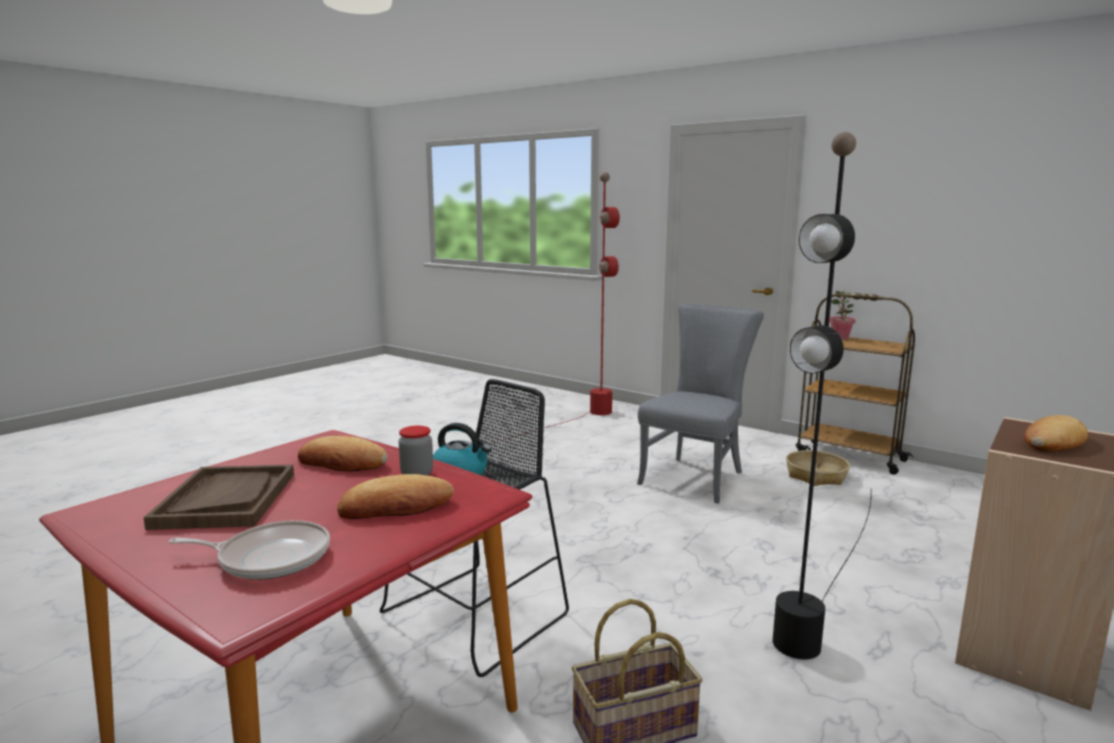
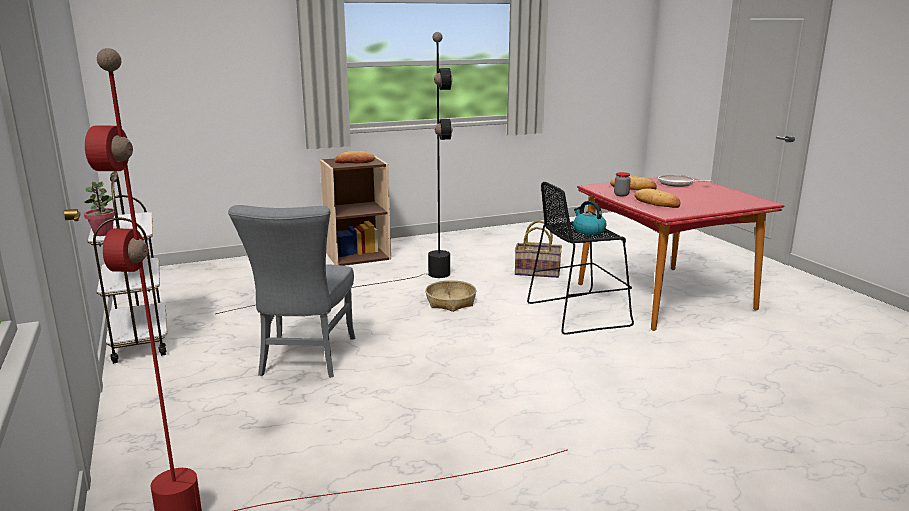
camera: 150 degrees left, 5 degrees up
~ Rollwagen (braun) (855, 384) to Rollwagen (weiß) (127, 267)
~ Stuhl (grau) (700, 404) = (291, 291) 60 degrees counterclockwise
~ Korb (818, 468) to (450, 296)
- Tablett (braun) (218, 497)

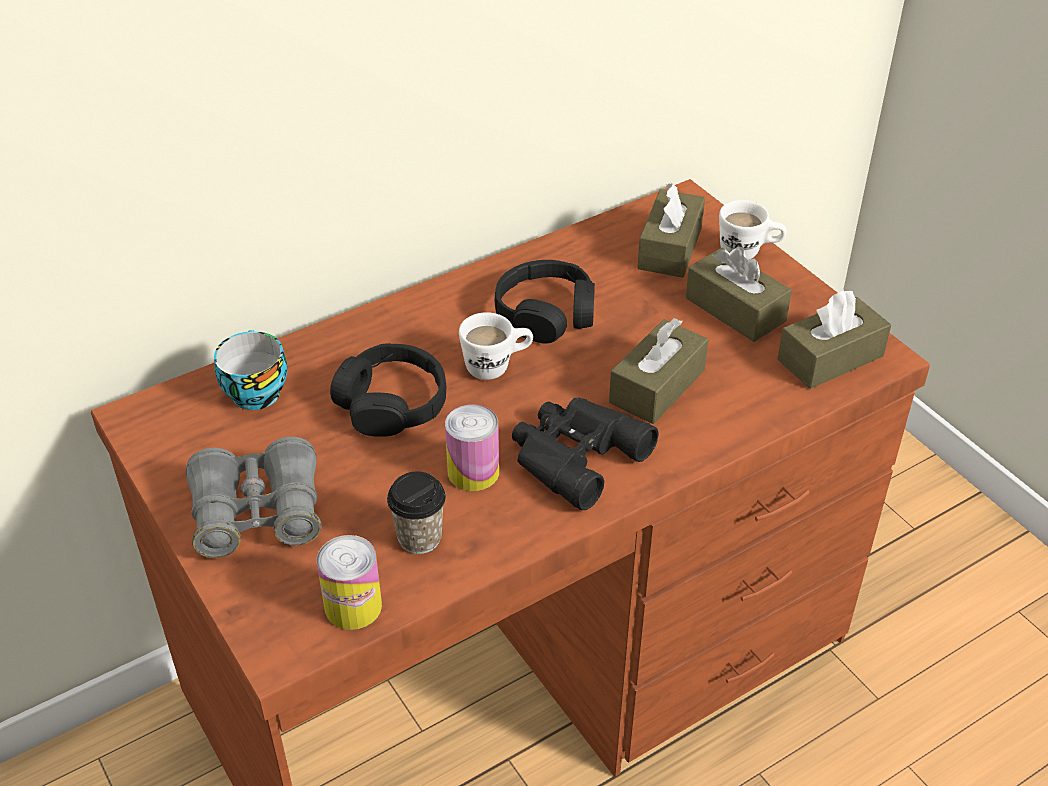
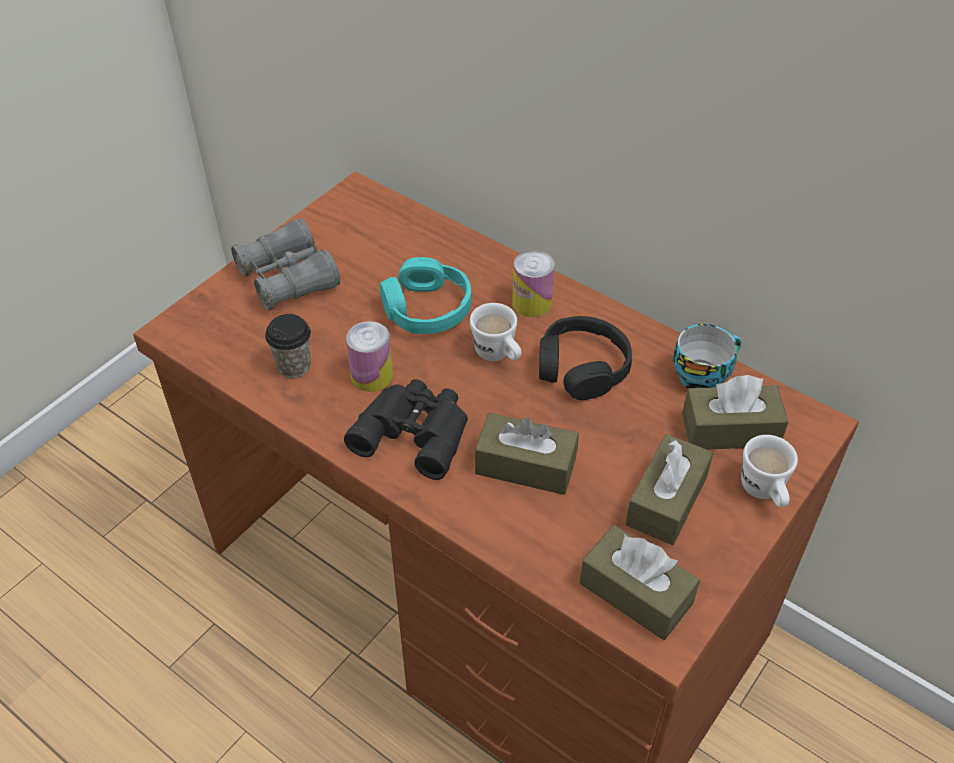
camera: 70 degrees right, 5 degrees up
~ Kopfhörer (schwarz) (388, 390) to Kopfhörer (türkis) (425, 295)
~ Dose (349, 582) to (533, 283)
~ Tasse (250, 370) to (707, 356)

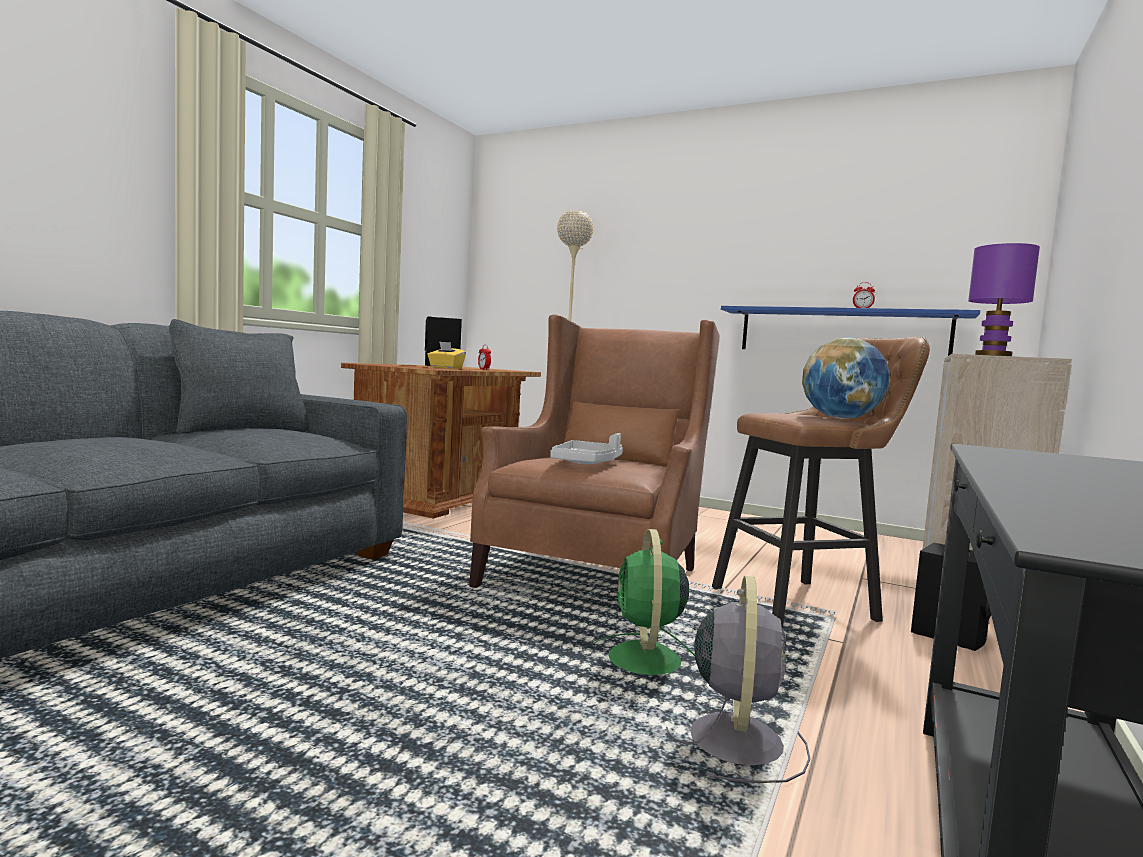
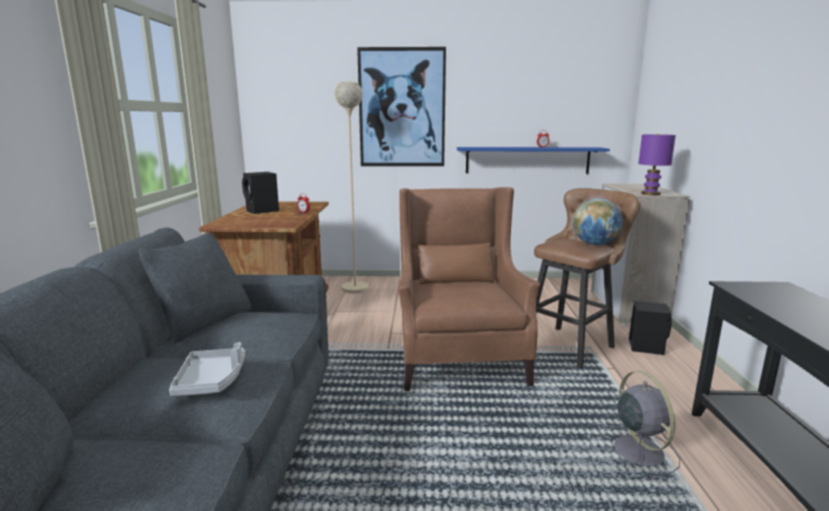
camera: 25 degrees left, 10 degrees up
~ Tablett (grau) (586, 448) to (207, 369)
+ Bild (401, 106)
- Taschentuchbox (gelb) (446, 355)
- Ventilator (grün) (645, 602)

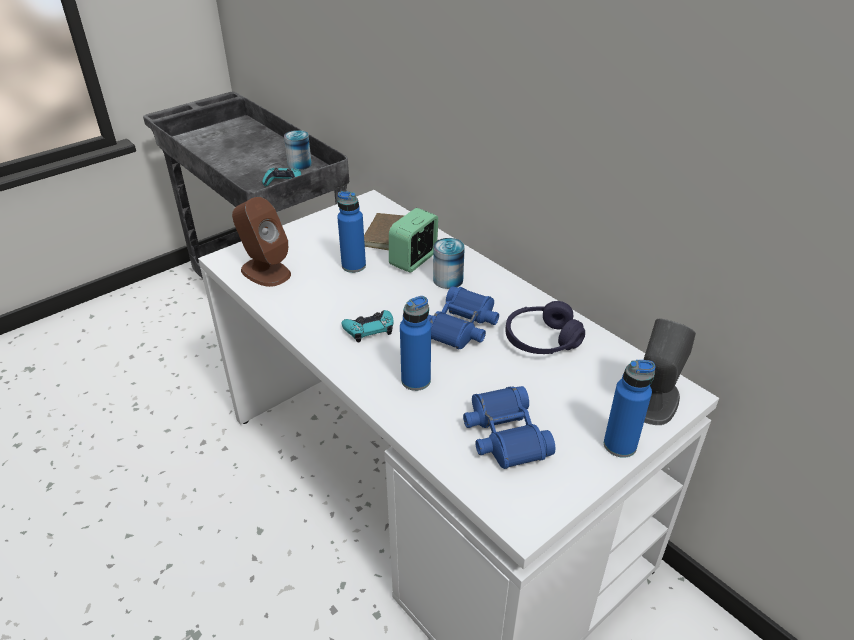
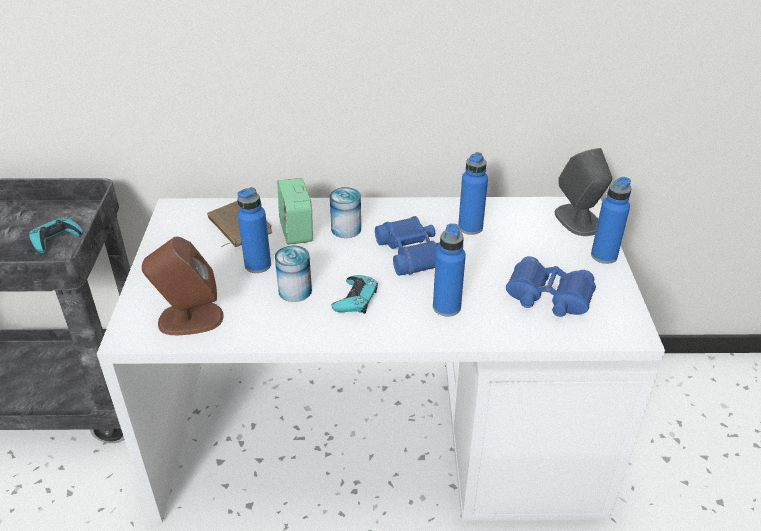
camera: 50 degrees left, 0 degrees up
~ Dose (298, 150) to (293, 273)
~ Kopfhörer (lila) (545, 327) to Flasche (blau) (473, 193)

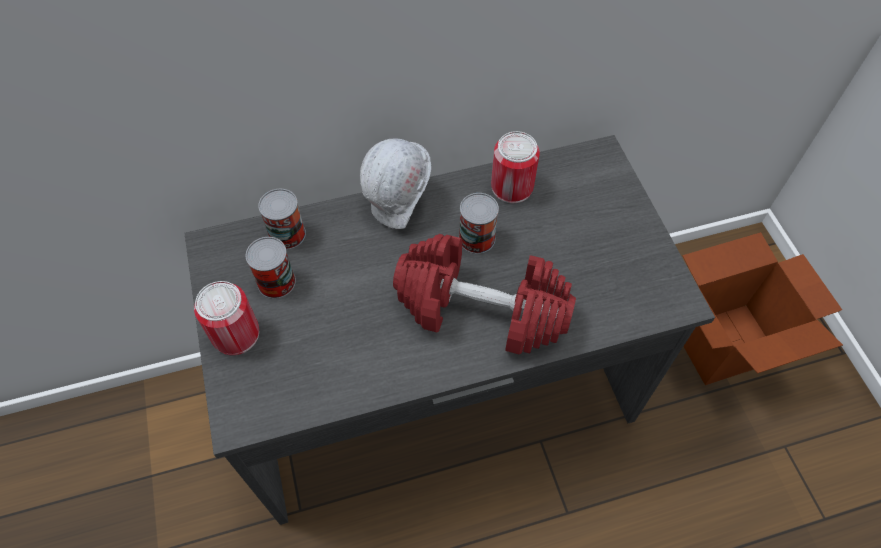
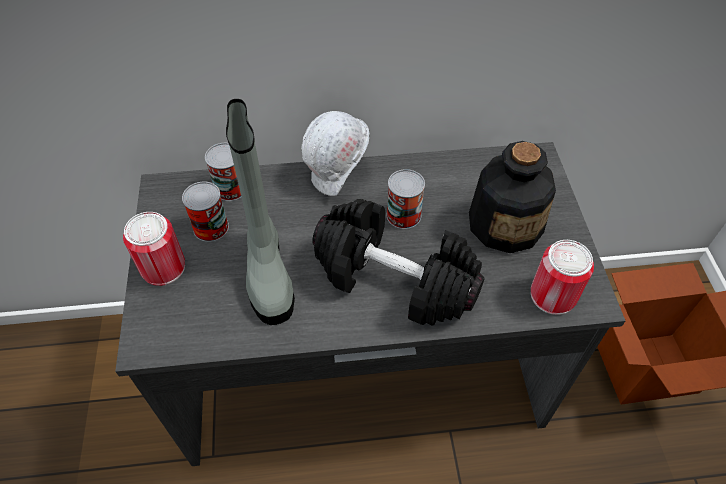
camera: 10 degrees right, 5 degrees down
+ Stiefel (grau) (260, 212)
~ Hantel (rot) (484, 294) to Hantel (schwarz) (399, 262)
+ Flasche (512, 197)
~ Dose (515, 167) to (562, 277)

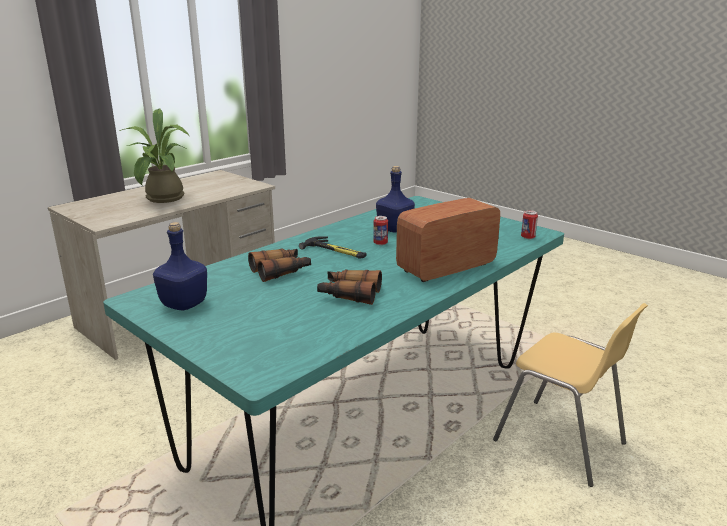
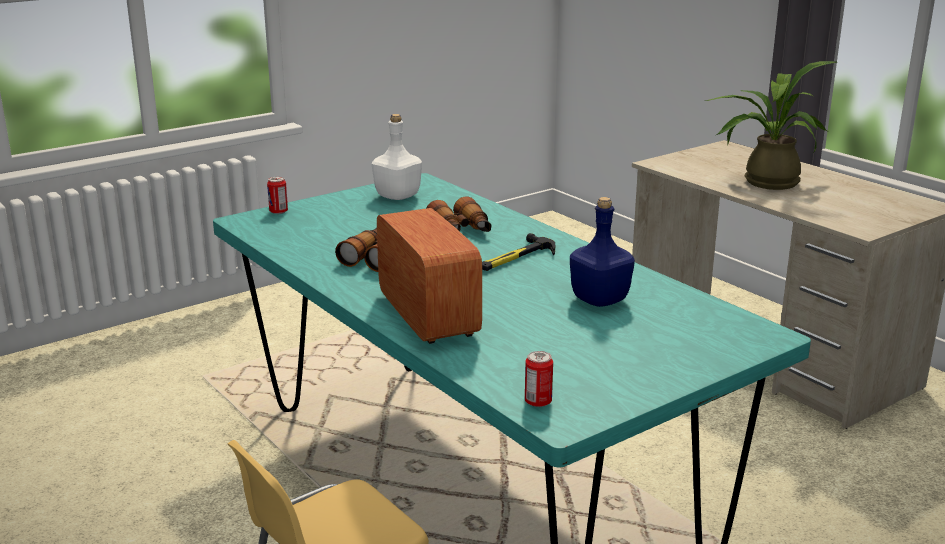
camera: 100 degrees right, 0 degrees up
~ Dose (380, 230) to (277, 195)
~ Flasche (blau) (180, 266) to Flasche (weiß) (397, 157)

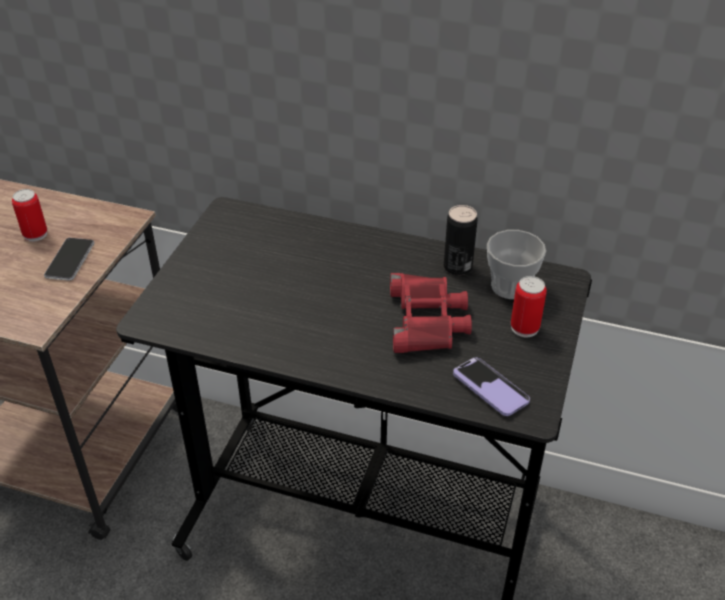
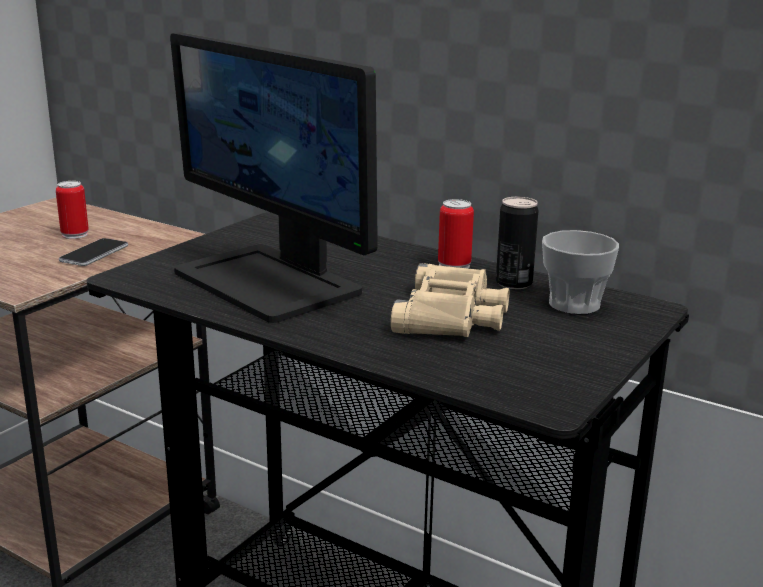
camera: 15 degrees right, 20 degrees down
+ Monitor (274, 177)
~ Fernglas (rot) (431, 313) to Fernglas (beige) (450, 300)
~ Dose (529, 306) to (456, 234)
- Handy (491, 386)

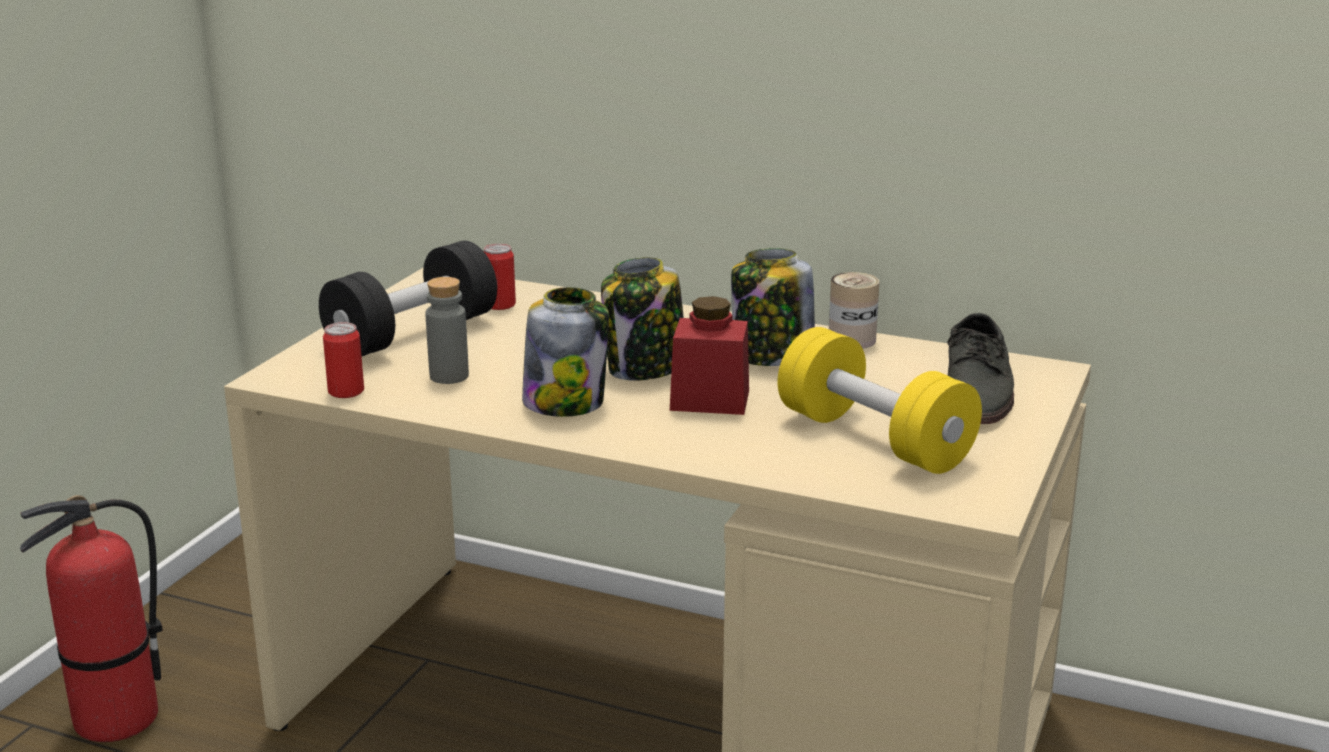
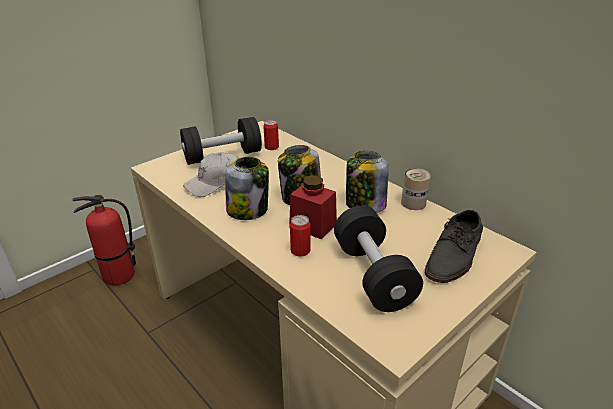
camera: 25 degrees right, 10 degrees up
~ Flasche (grau) (447, 330) to Kappe (weiß) (210, 174)
~ Dose (343, 360) to (300, 236)
~ Hantel (gelb) (880, 400) to Hantel (schwarz) (378, 259)

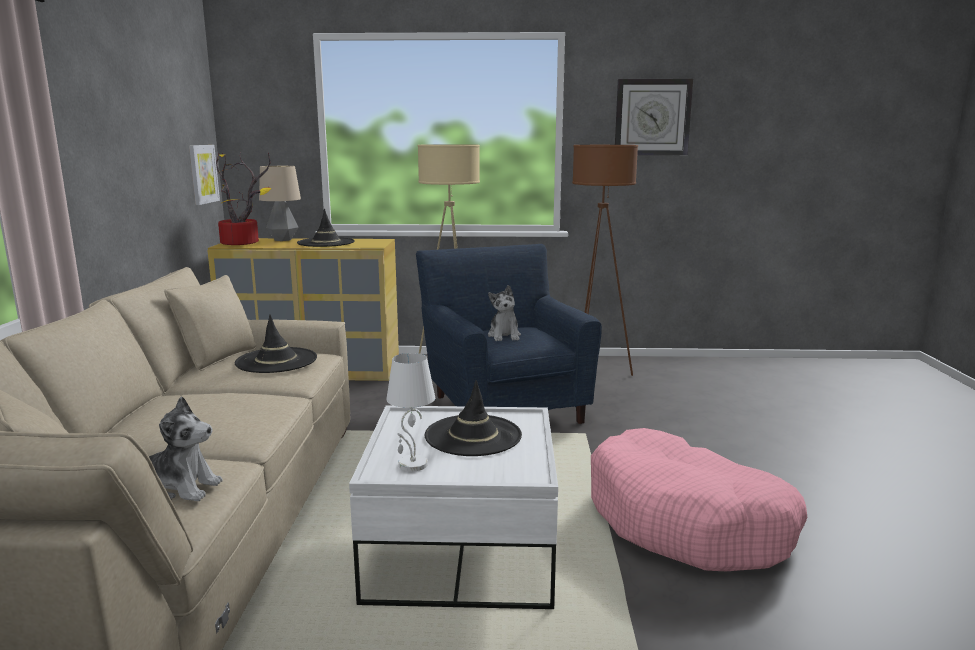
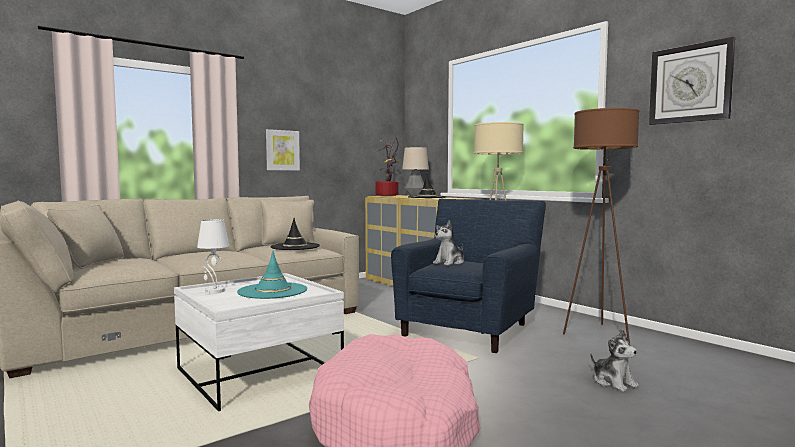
camera: 50 degrees right, 10 degrees down
~ Hut (schwarz) (473, 418) to Hut (türkis) (272, 275)
~ Bild (204, 175) to (283, 150)
~ Plüschtier (186, 448) to (614, 361)

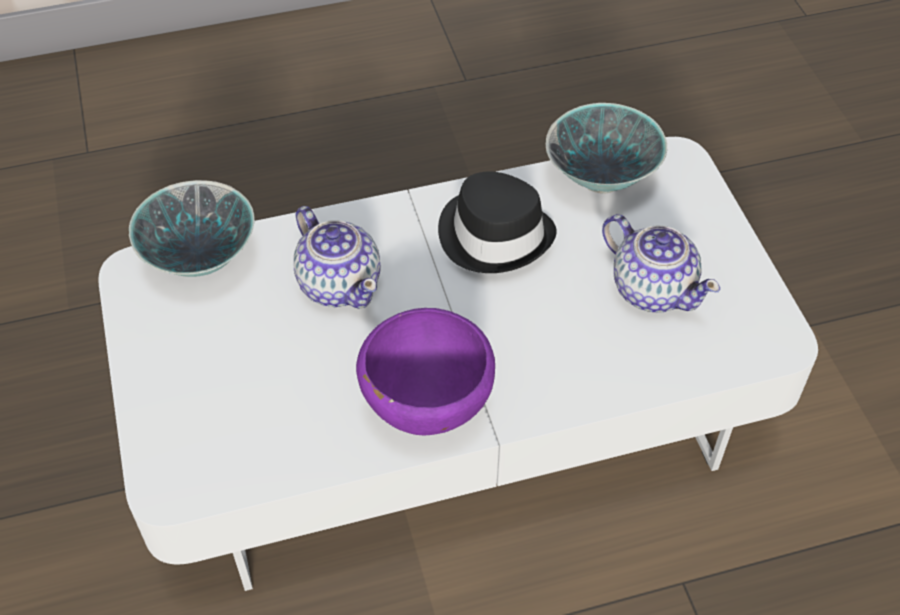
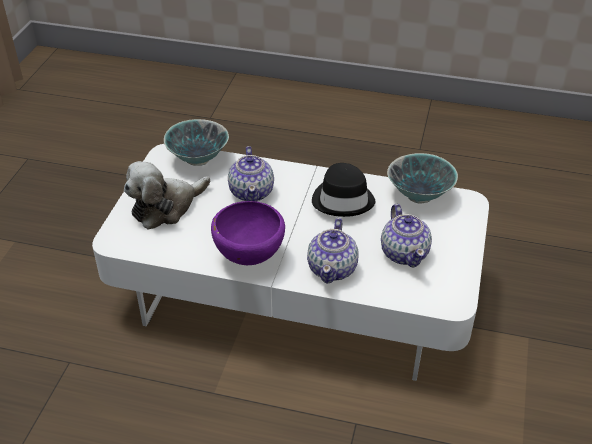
camera: 30 degrees right, 10 degrees down
+ Plüschtier (167, 195)
+ Teekanne (333, 250)

